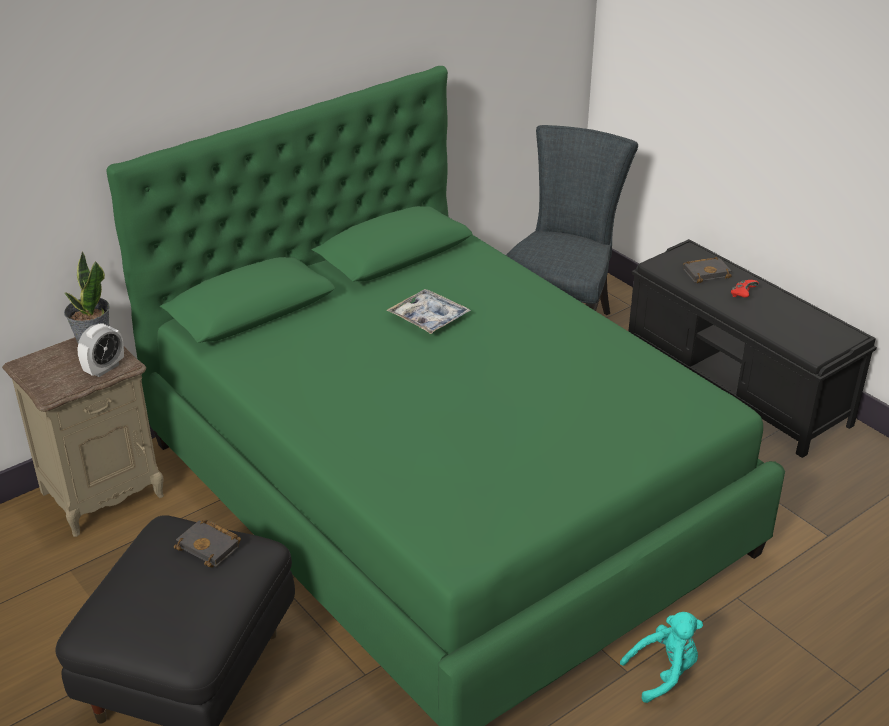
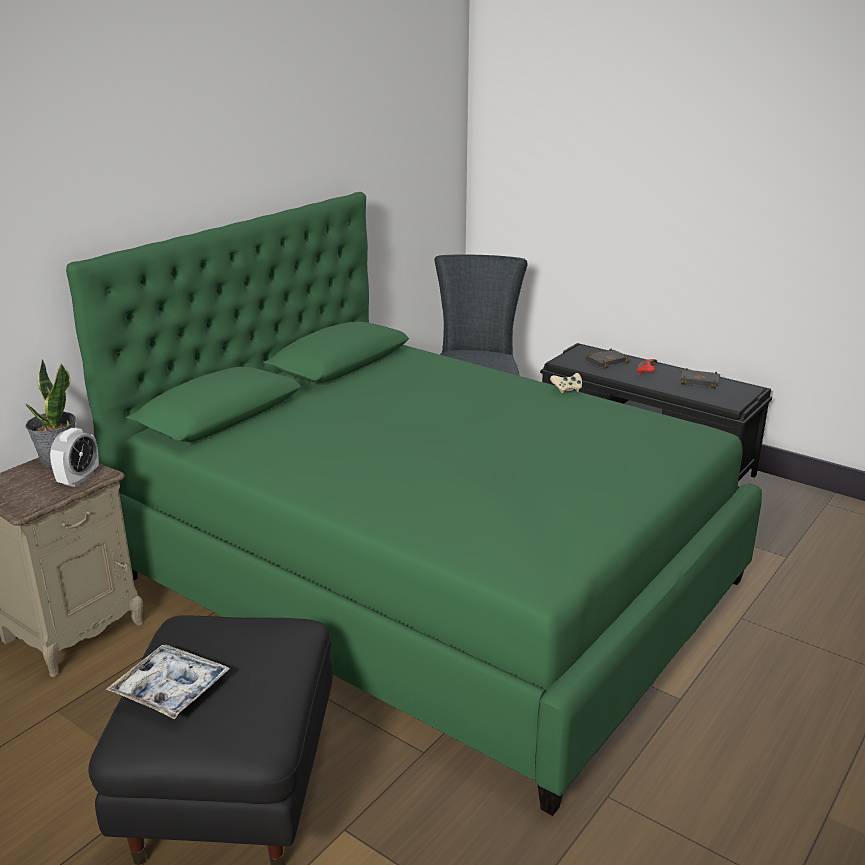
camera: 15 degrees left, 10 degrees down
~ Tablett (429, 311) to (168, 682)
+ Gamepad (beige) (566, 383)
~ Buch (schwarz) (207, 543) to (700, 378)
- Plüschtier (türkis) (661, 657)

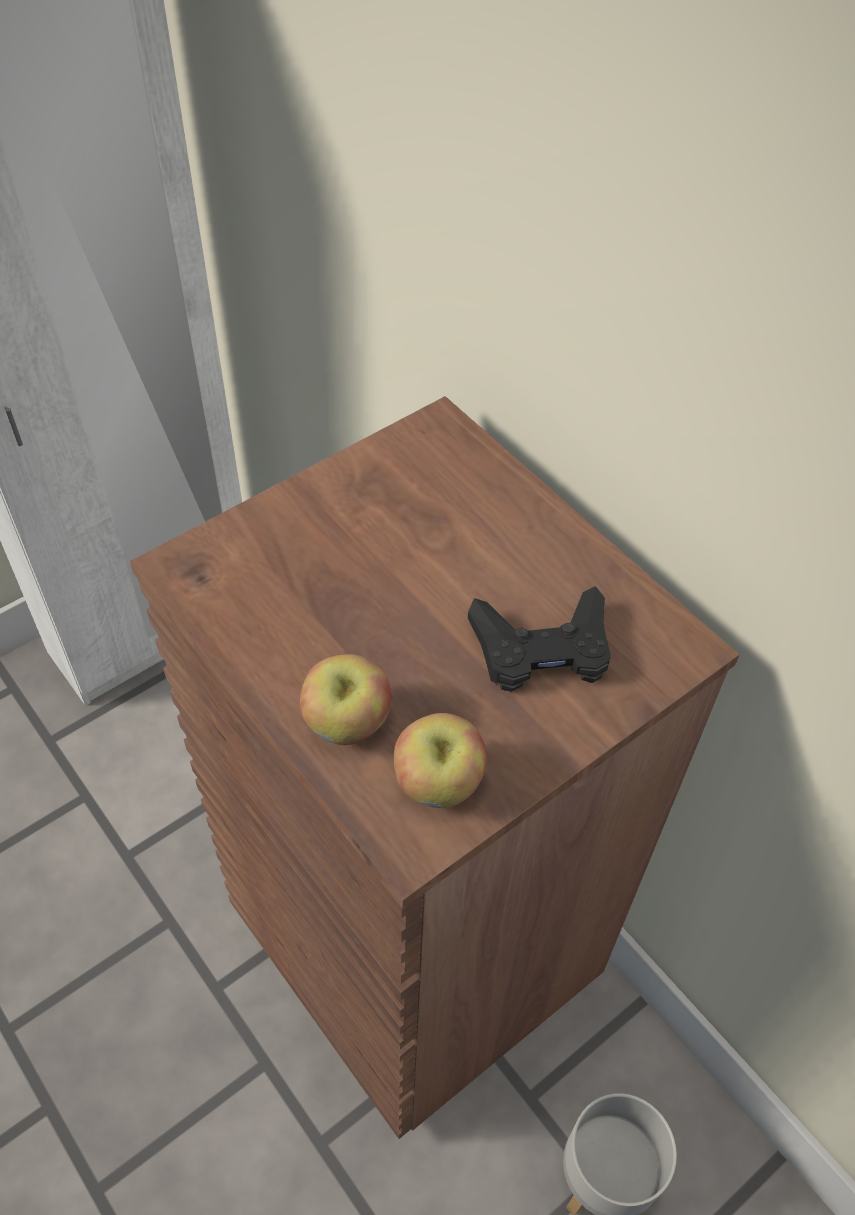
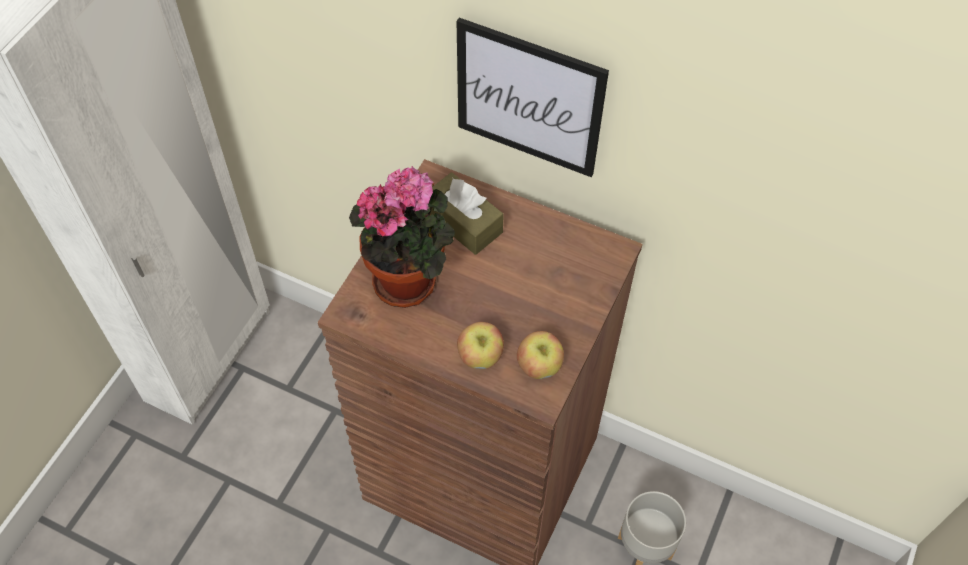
camera: 25 degrees left, 5 degrees up
+ Topfpflanze (402, 237)
+ Taschentuchbox (braun) (466, 213)
+ Bild (532, 97)
- Gamepad (schwarz) (539, 639)

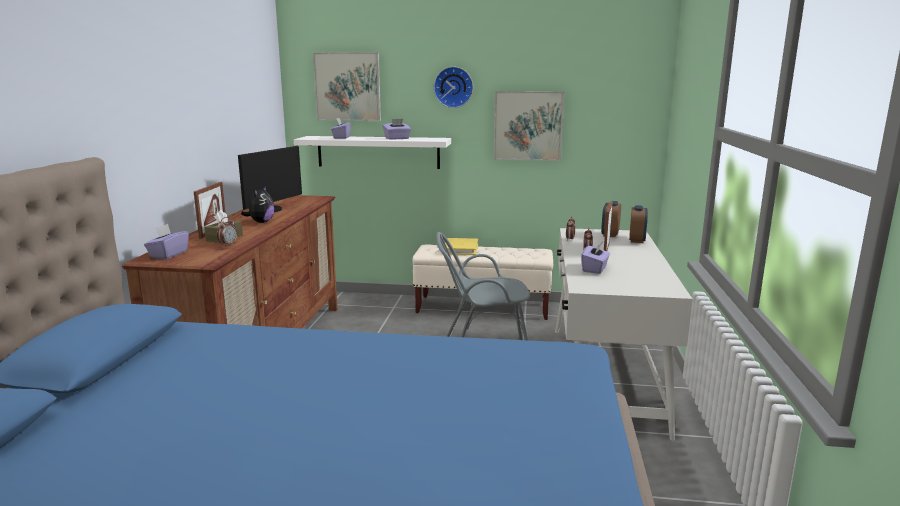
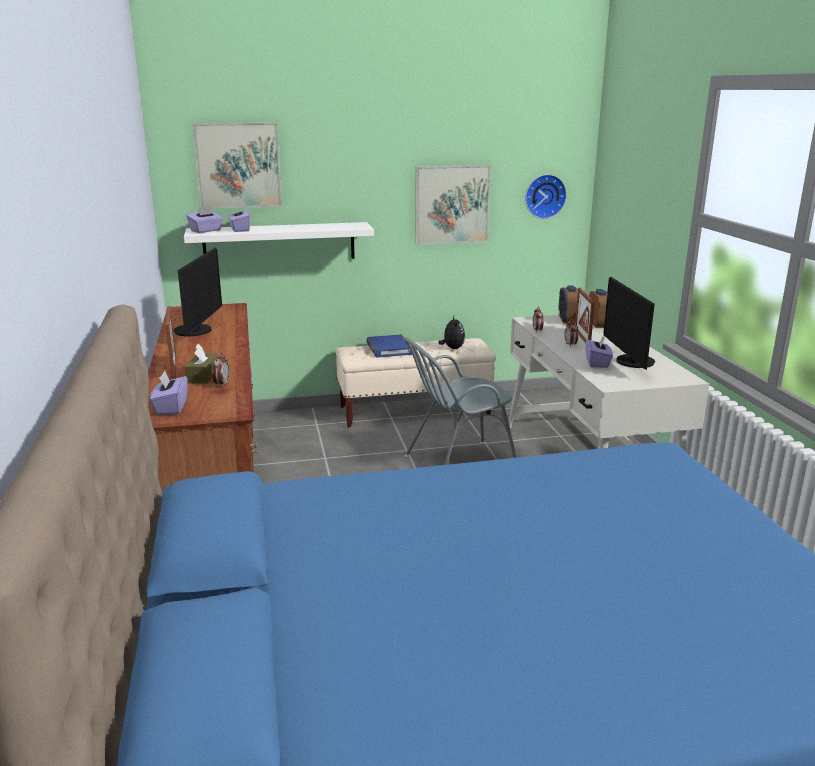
camera: 20 degrees left, 5 degrees up
~ Taschentuchbox (lila) (397, 129) to (205, 219)
~ Buch (gelb) (461, 246) to Buch (blau) (389, 346)
~ Plüschtier (257, 204) to (451, 332)
~ Wanduhr (453, 87) to (546, 196)
+ Monitor (629, 323)

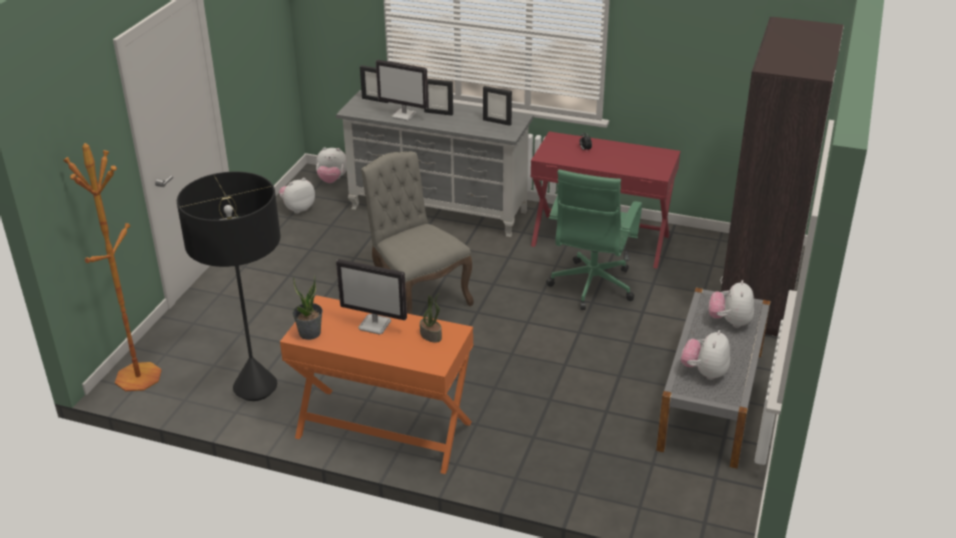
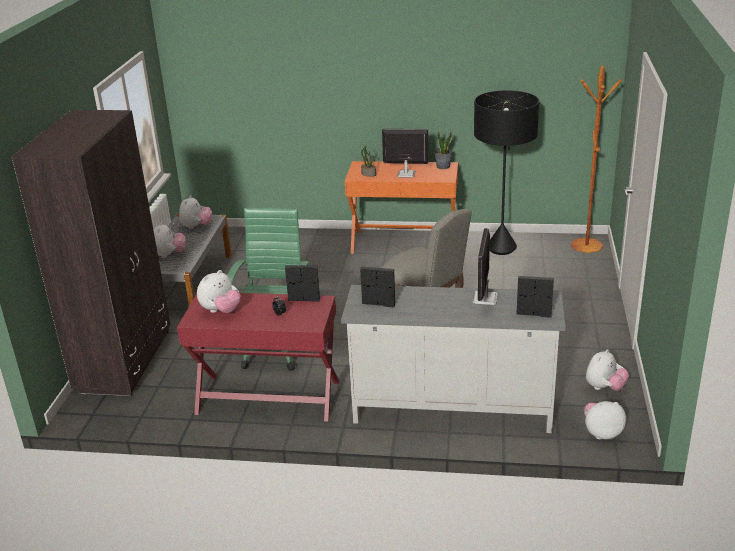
camera: 170 degrees right, 5 degrees down
+ Plüschtier (219, 291)
~ Bilderrahmen (438, 97) to (302, 283)
~ Monitor (402, 90) = (485, 266) 90 degrees counterclockwise

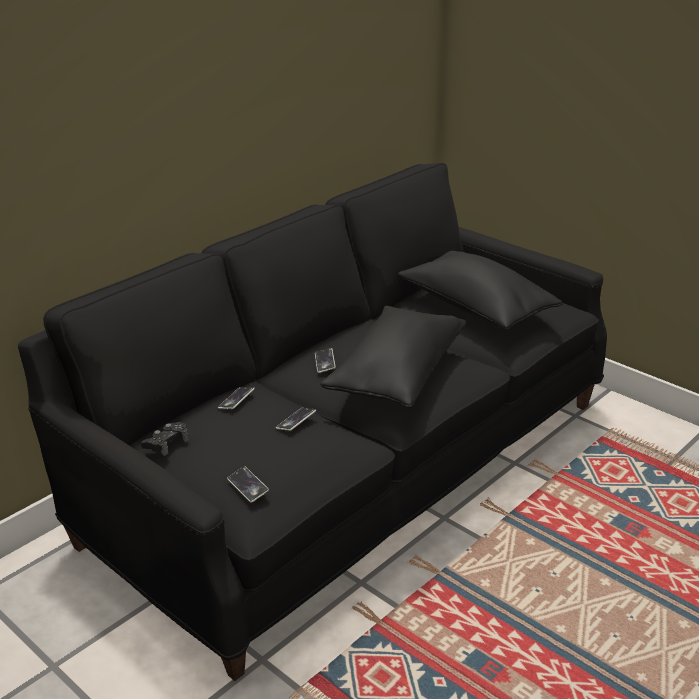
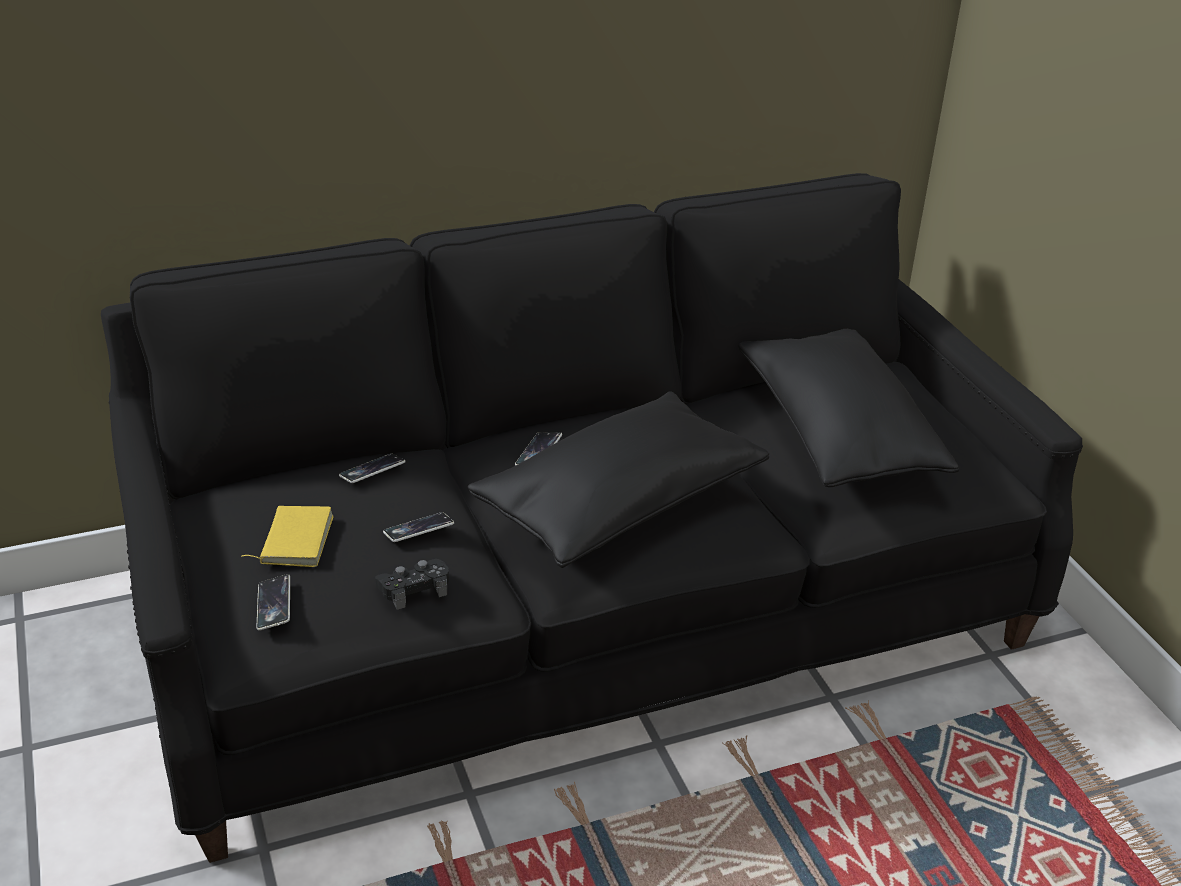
camera: 25 degrees right, 5 degrees up
+ Buch (gelb) (287, 536)
~ Gamepad (schwarz) (165, 439) to (412, 584)

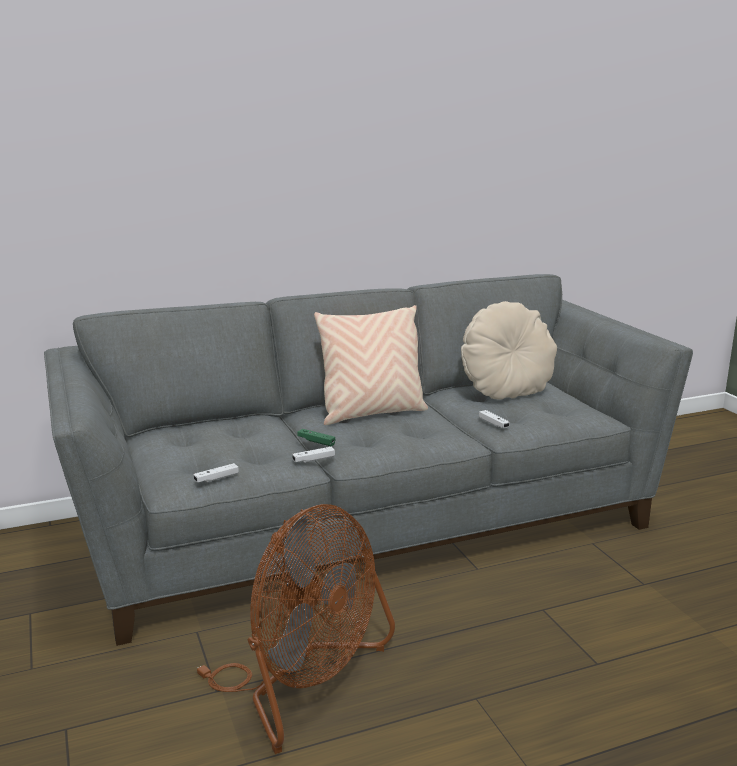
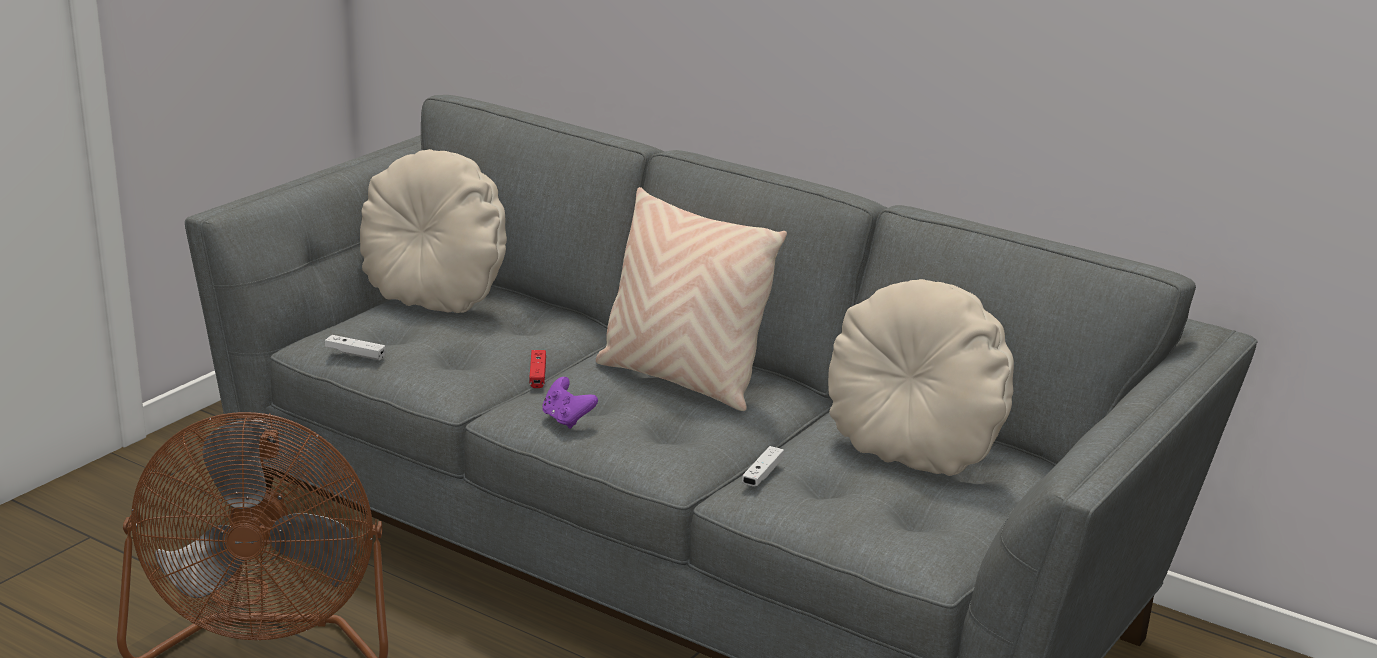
camera: 55 degrees right, 5 degrees up
+ Kissen (beige) (433, 231)
~ Gamepad (grün) (316, 437) to Gamepad (rot) (537, 369)
+ Gamepad (lila) (570, 403)
- Gamepad (weiß) (313, 454)

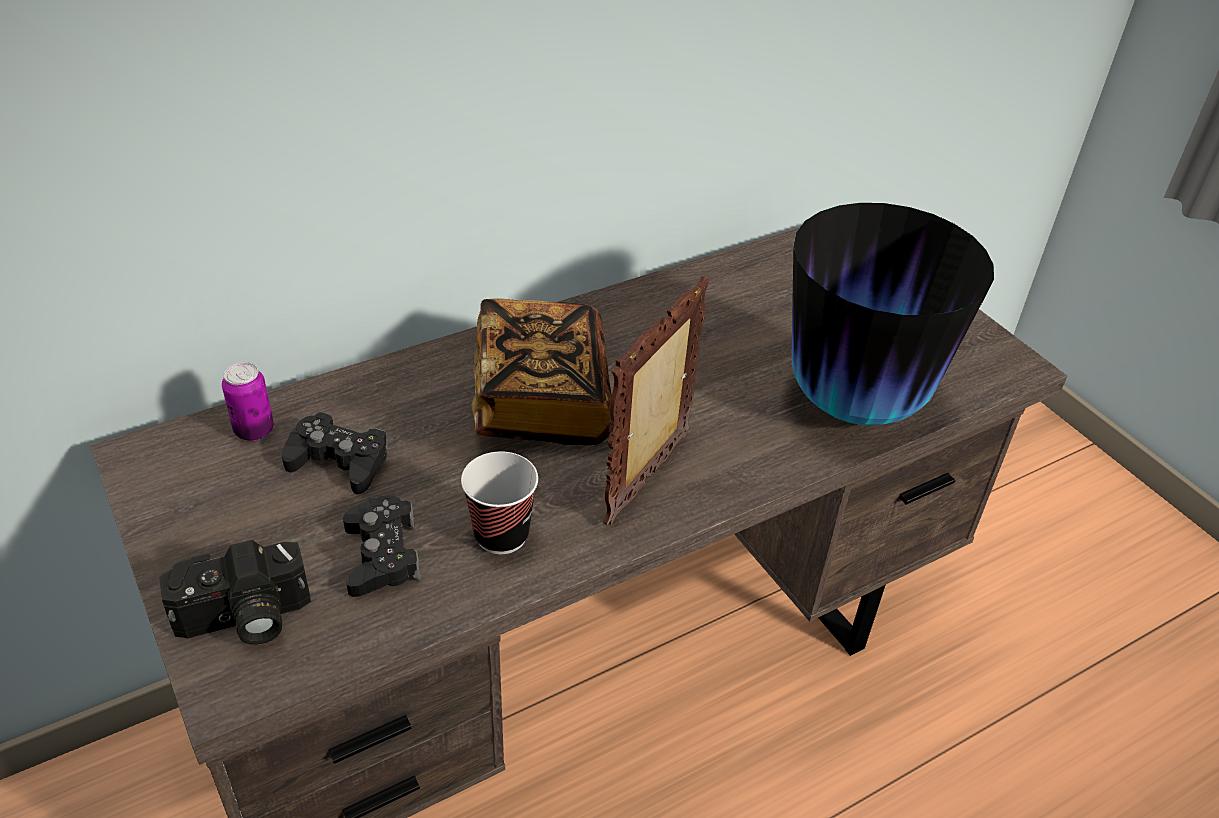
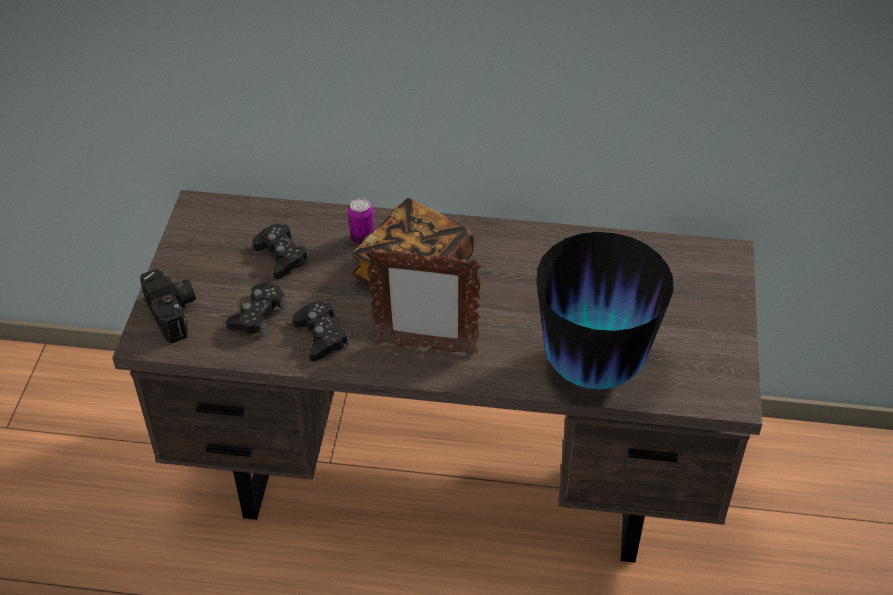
camera: 40 degrees right, 5 degrees up
~ Kamera (235, 592) = (168, 306) 135 degrees counterclockwise
~ Tasse (499, 503) to Gamepad (schwarz) (321, 331)
~ Dose (248, 401) to (361, 221)
~ Bilderrahmen (656, 400) = (423, 301) 150 degrees counterclockwise

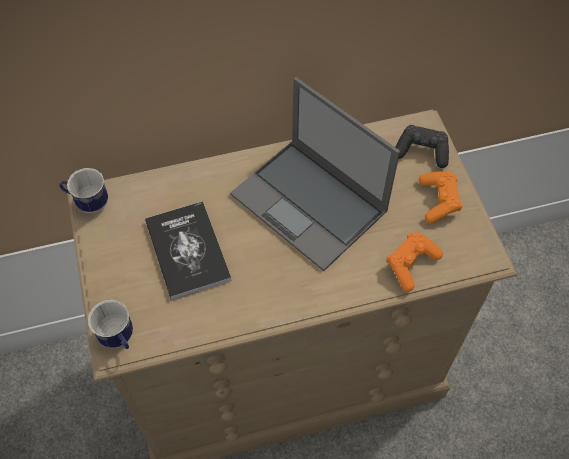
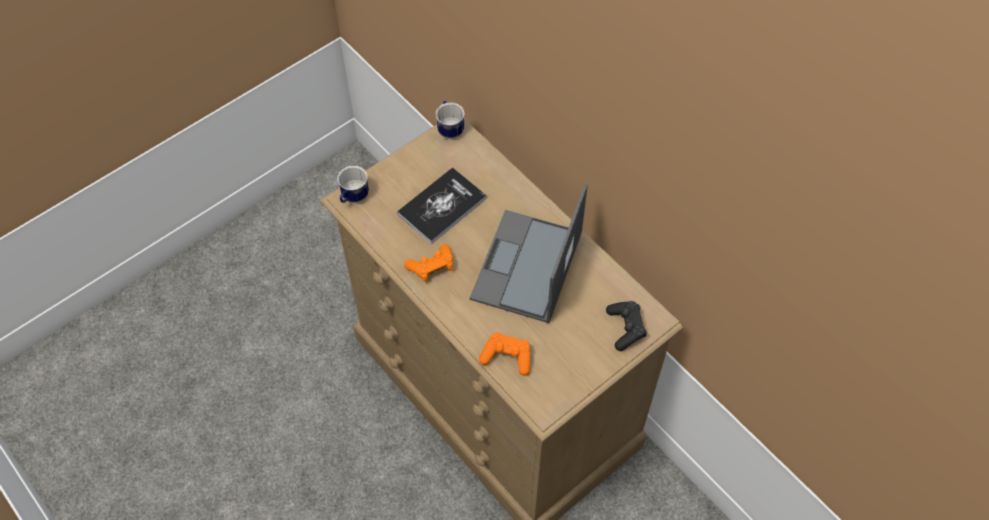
camera: 65 degrees right, 0 degrees up
~ Gamepad (orange) (441, 197) to (428, 263)

